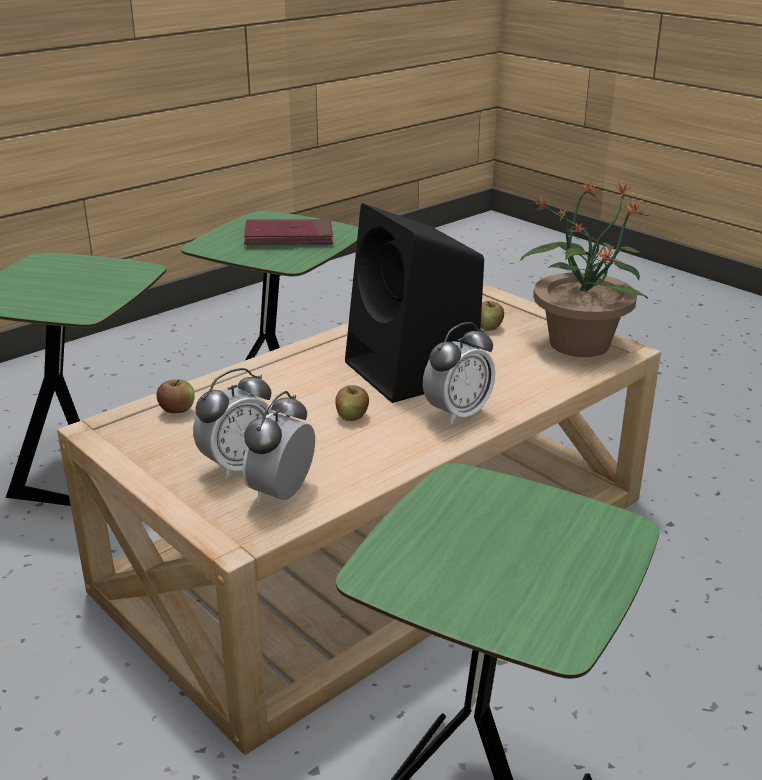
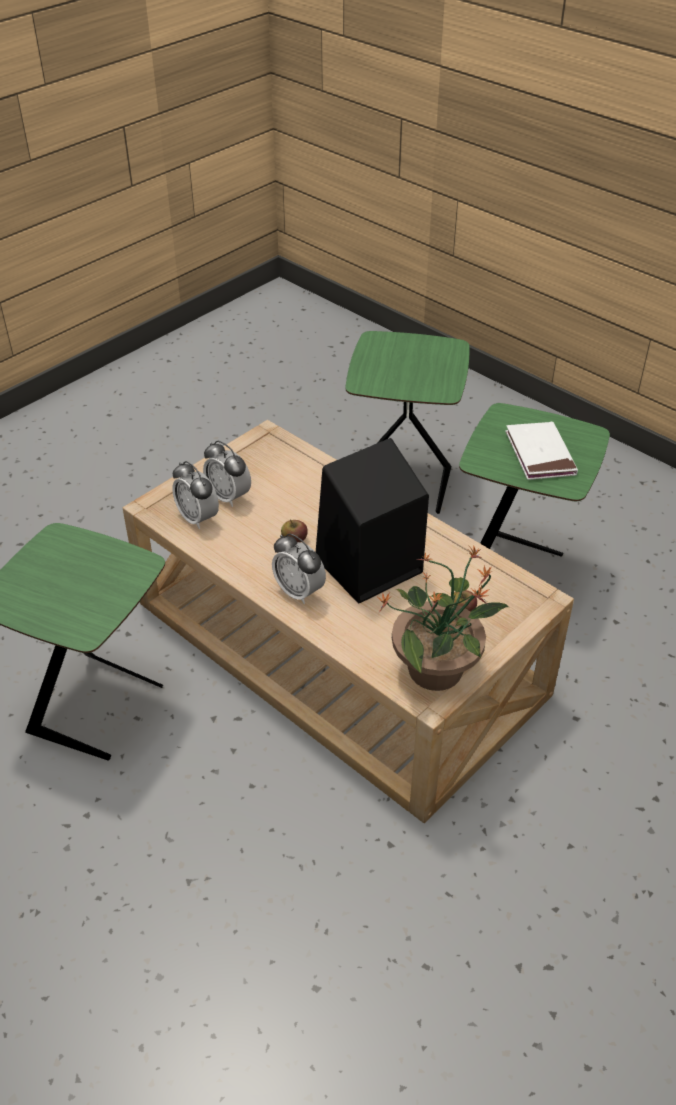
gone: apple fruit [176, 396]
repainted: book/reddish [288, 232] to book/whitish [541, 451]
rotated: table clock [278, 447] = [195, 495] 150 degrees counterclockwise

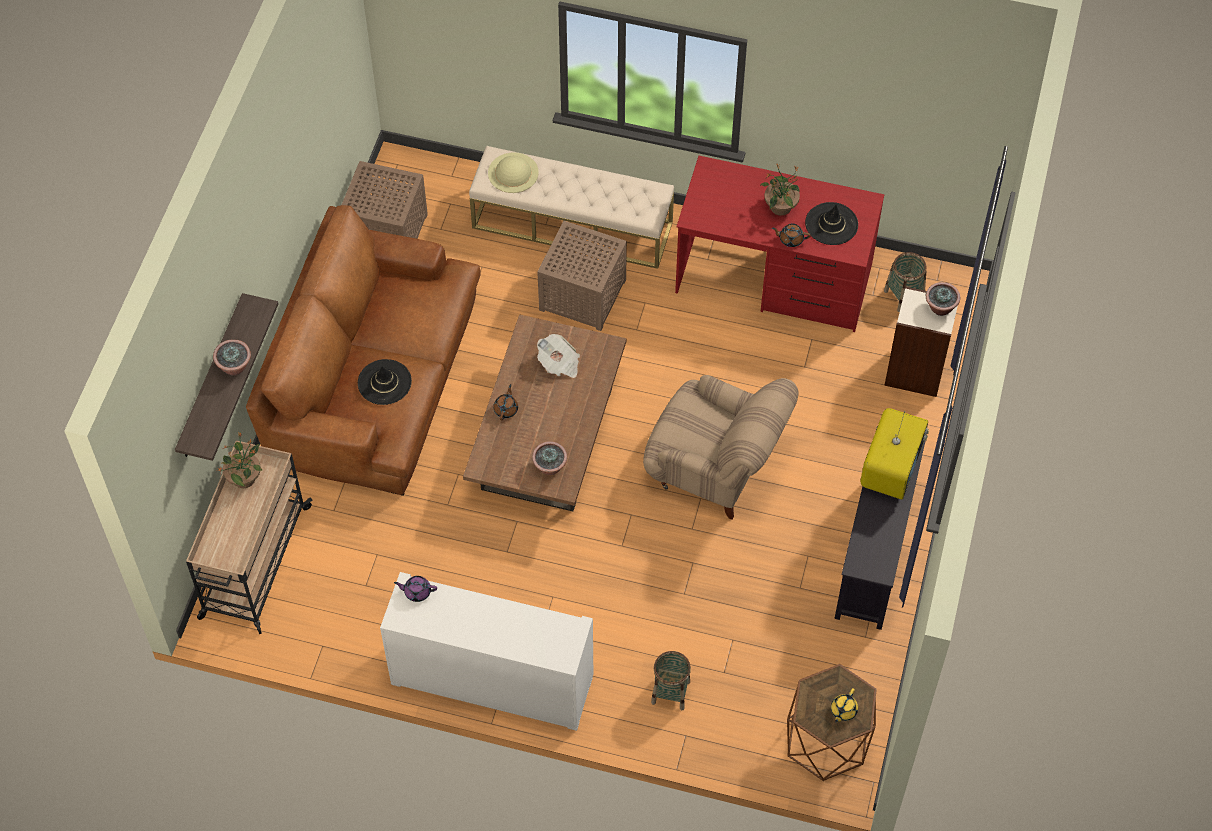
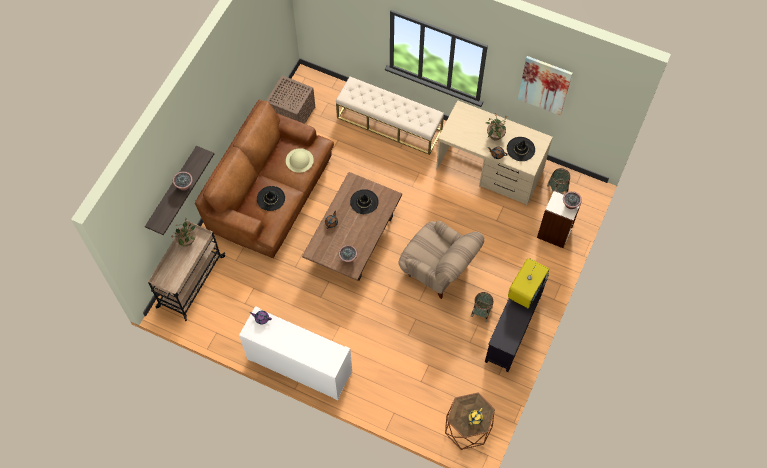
gone: end table/brown [582, 276]
new: wall picture [545, 85]
shifted: hat/beige-coloured [513, 172] to [300, 160]; household basket [671, 680] to [482, 307]
swapped: newspaper [558, 356] to hat/black [364, 201]
repainted: desk unit/reddish [779, 244] to desk unit/beige-coloured [494, 153]

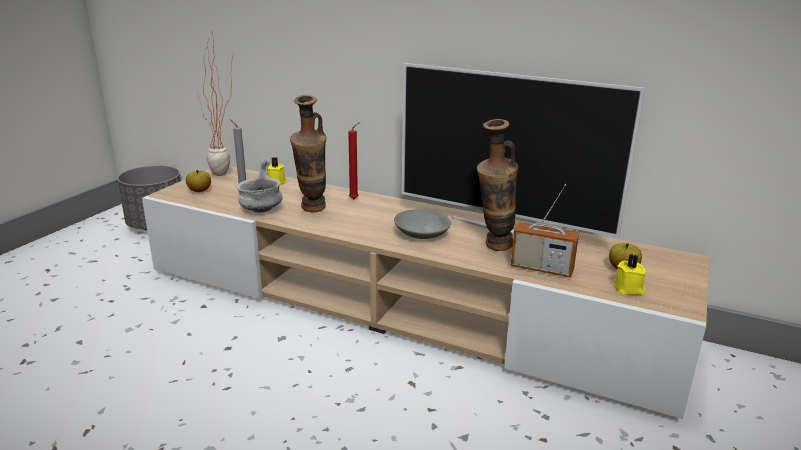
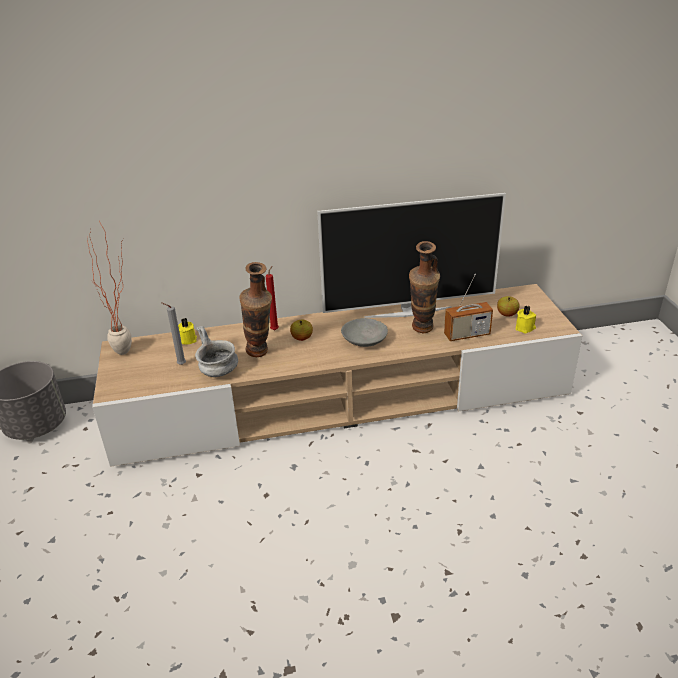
shifted: apple fruit [198, 181] to [301, 330]

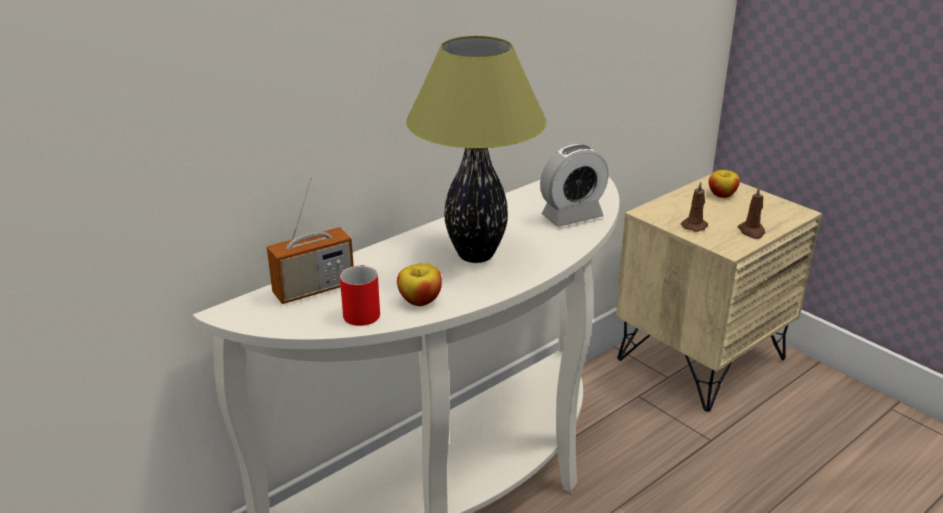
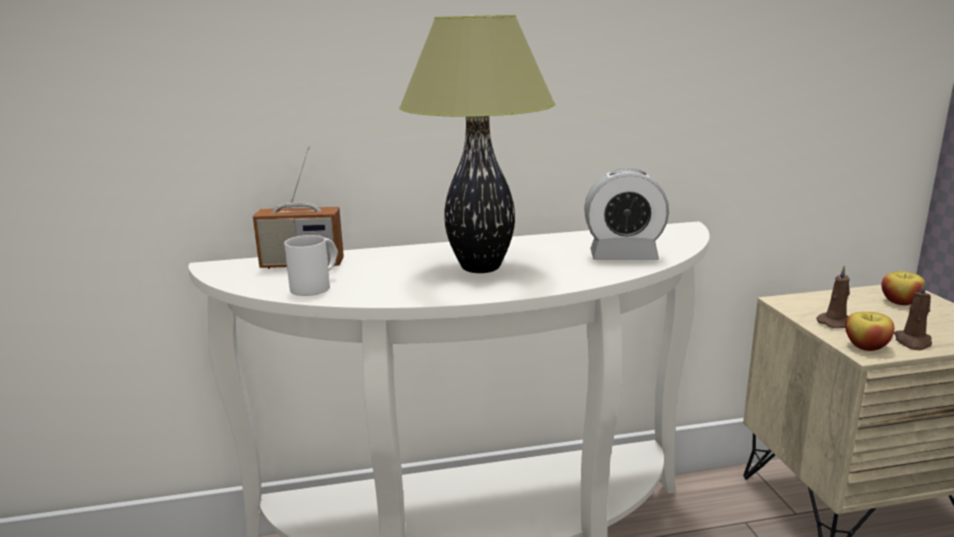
shifted: apple fruit [419, 284] to [869, 331]
repainted: tea mug/reddish [360, 295] to tea mug/whitish [311, 265]

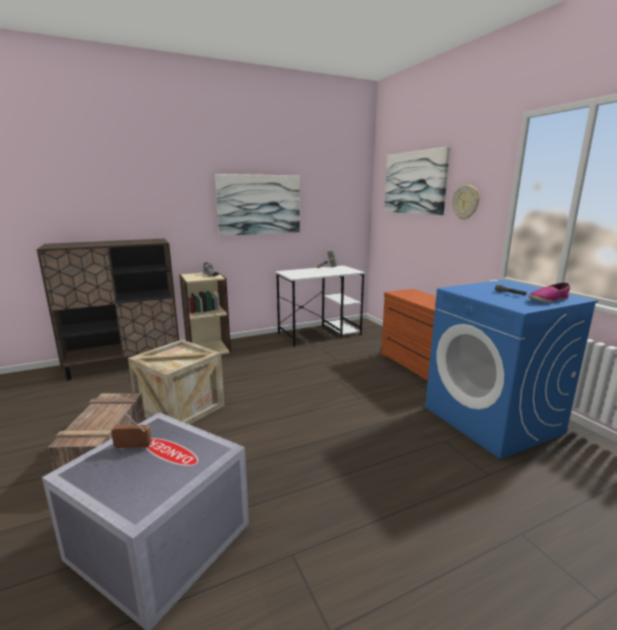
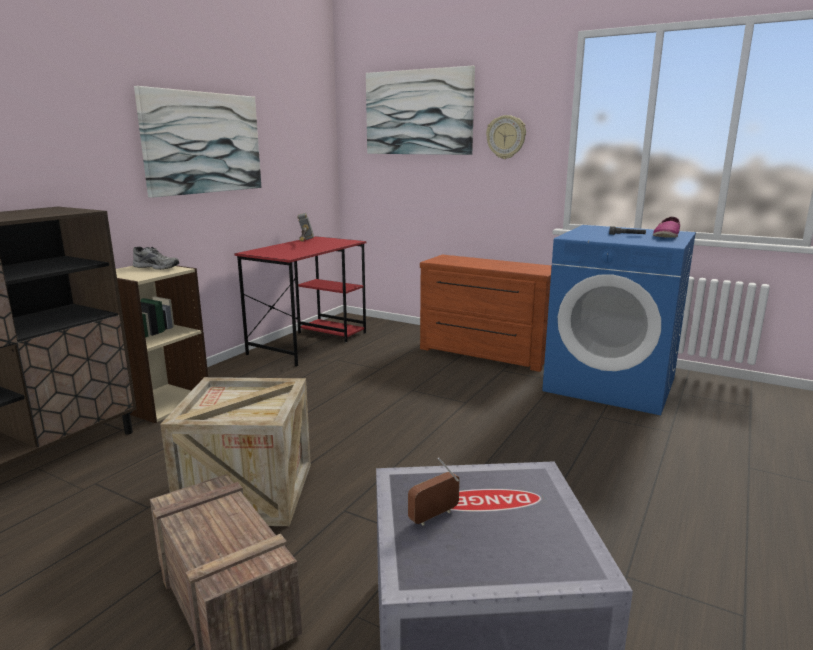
repainted: desk unit/whitish [320, 306] to desk unit/reddish [300, 301]

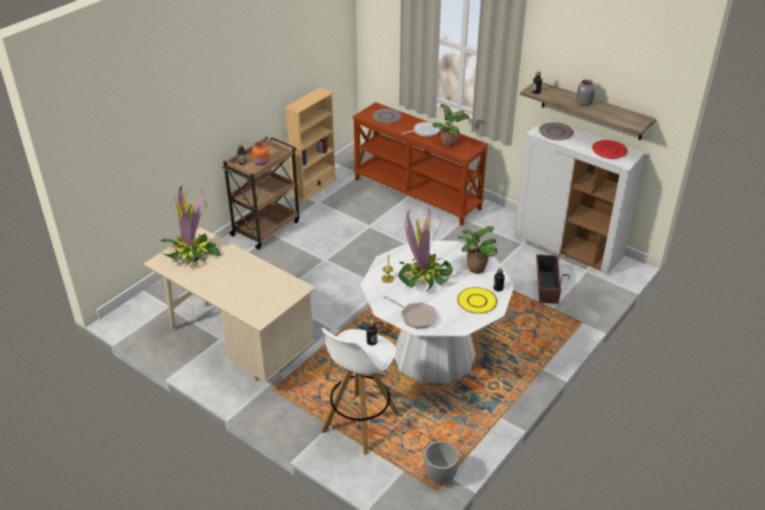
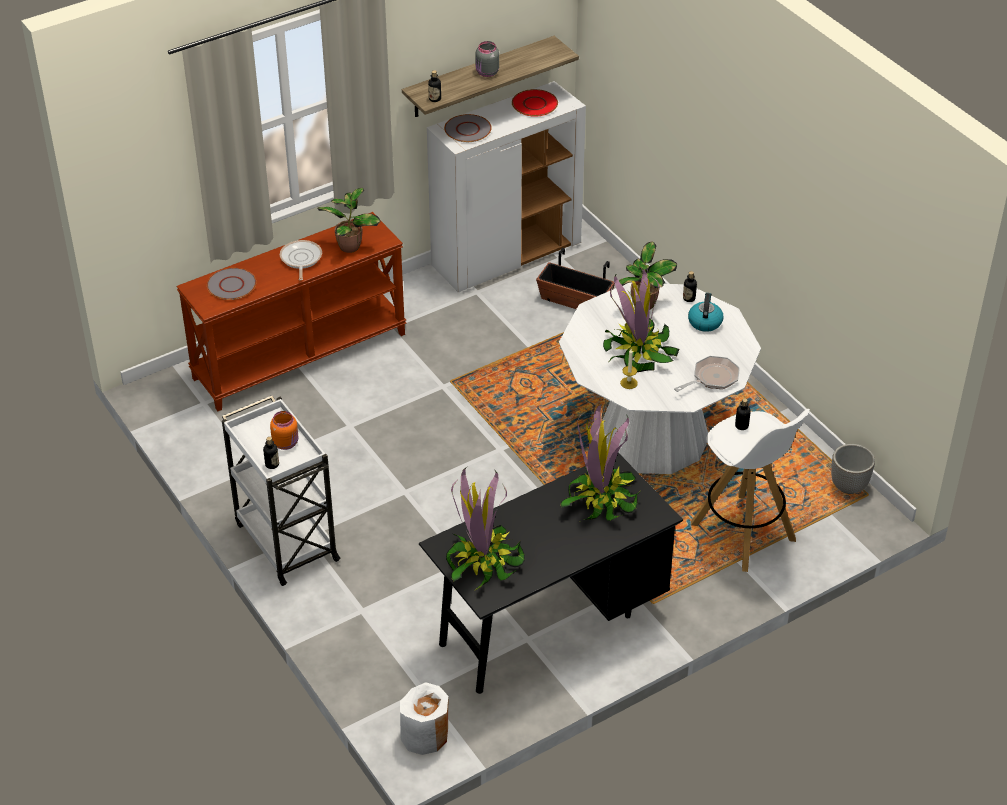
gone: bookshelf/beige-coloured [311, 144]
new: vase/whitish [424, 718]; potted plant [600, 463]
swapped: plate/yellowish [477, 300] to tea kettle [706, 312]
repainted: desk unit/beige-coloured [230, 304] to desk unit/black [551, 573]; trolley/brown [260, 193] to trolley/whitish [281, 490]

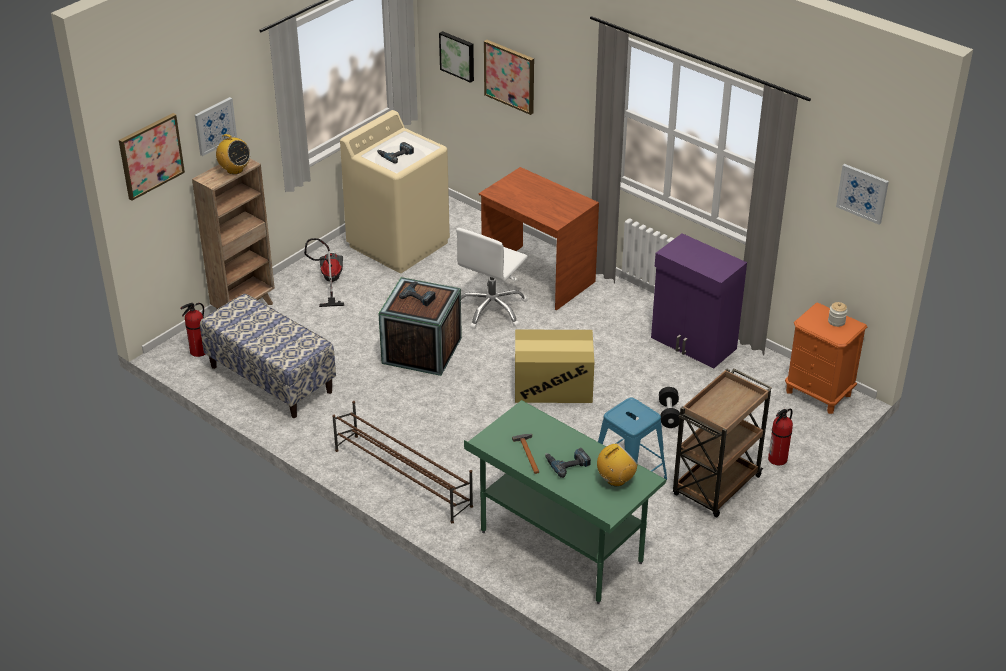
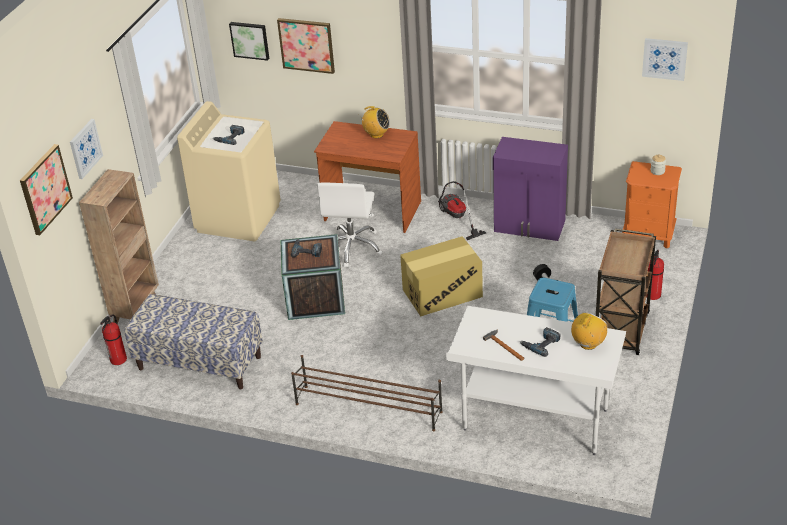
shifted: radio [232, 154] to [374, 122]; hoover [324, 272] to [462, 210]
repainted: desk unit/green [565, 502] to desk unit/whitish [536, 380]

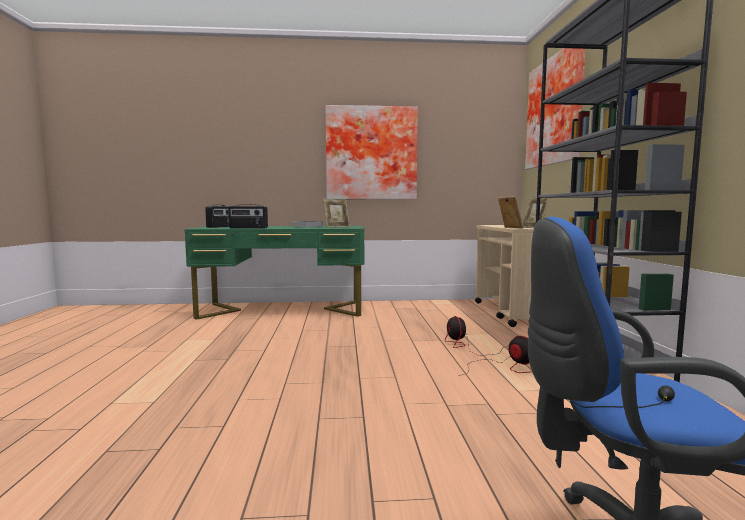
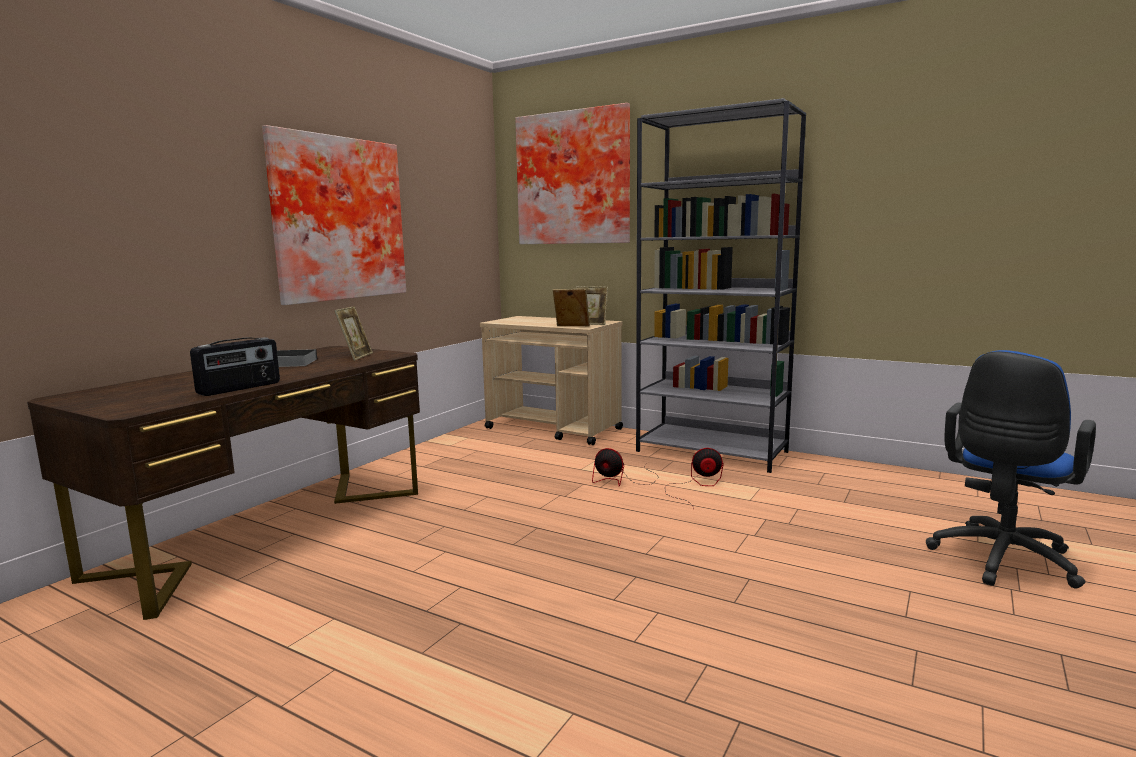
gone: radio [217, 216]
repainted: desk unit/green [274, 273] to desk unit/brown [223, 483]

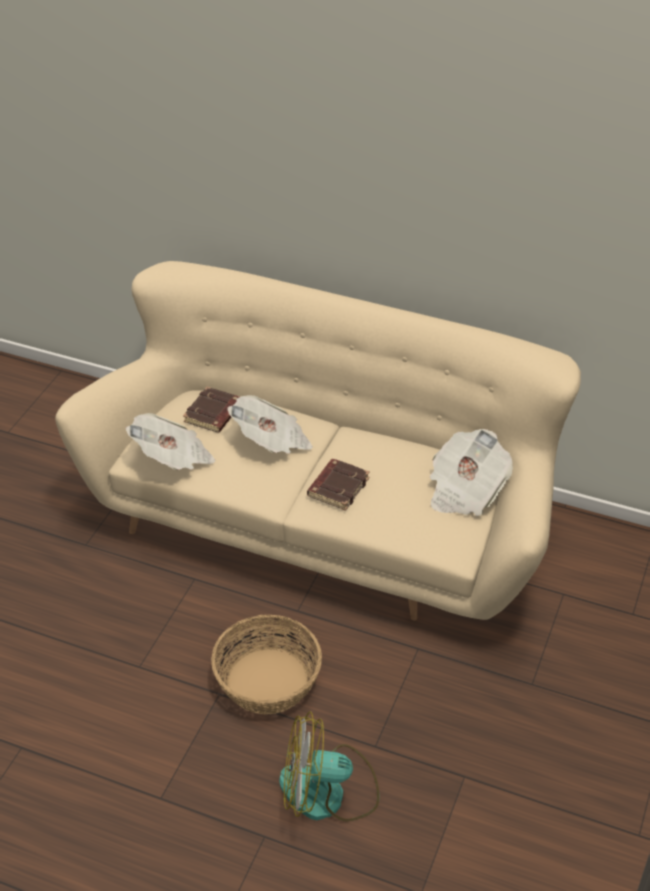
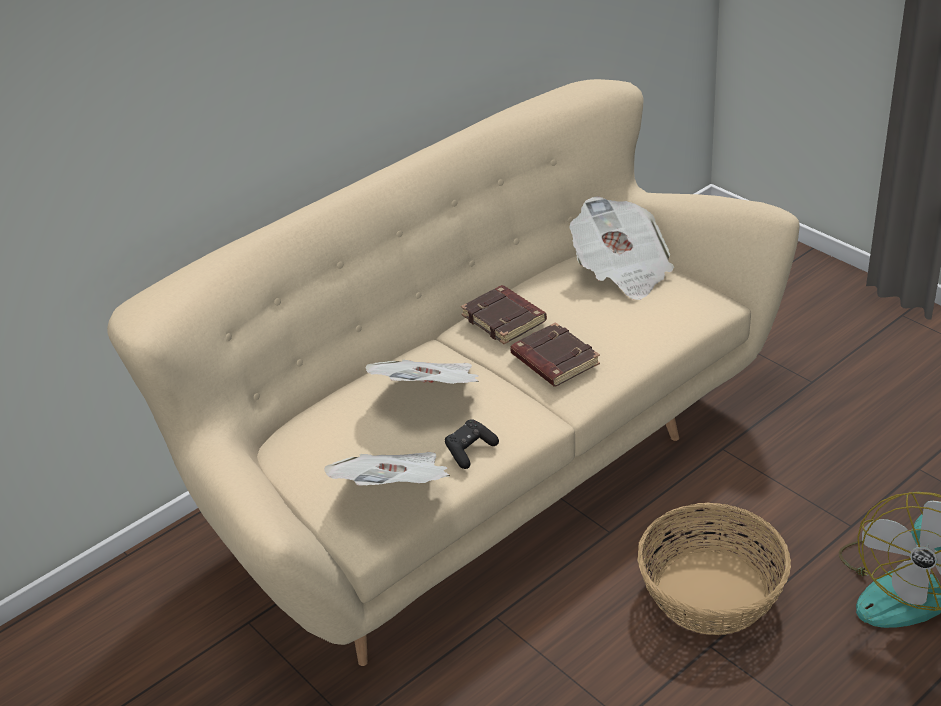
new: gamepad/black [472, 444]
shifted: book/brown [211, 410] to [504, 314]

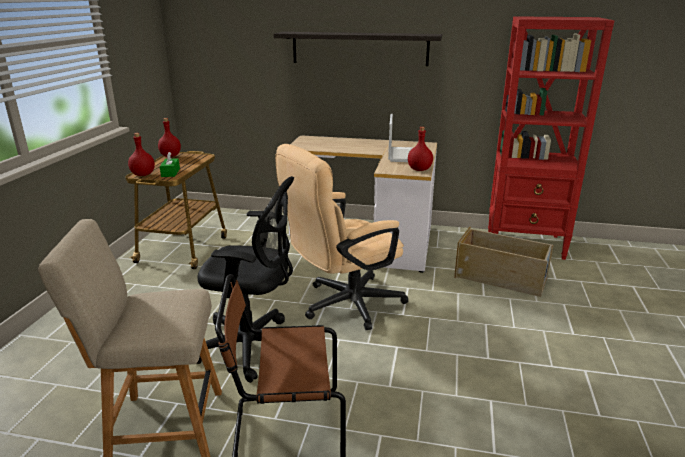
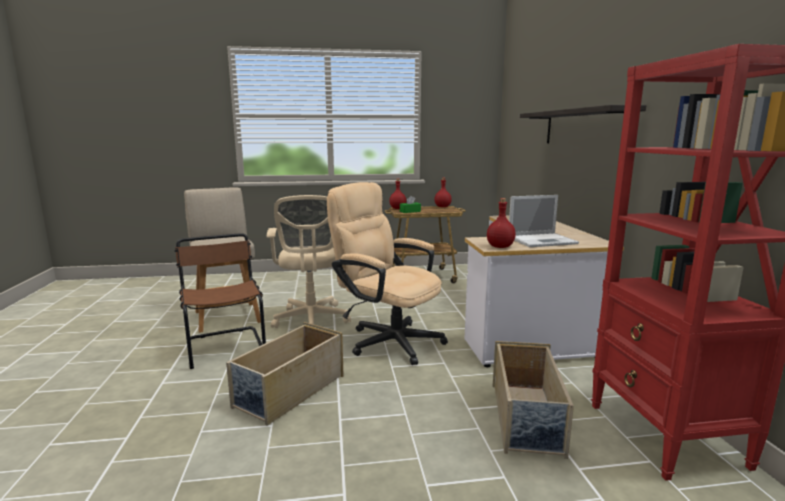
new: storage container/beige-coloured [285, 374]
repainted: computer chair/black [245, 279] to computer chair/beige-coloured [309, 261]

